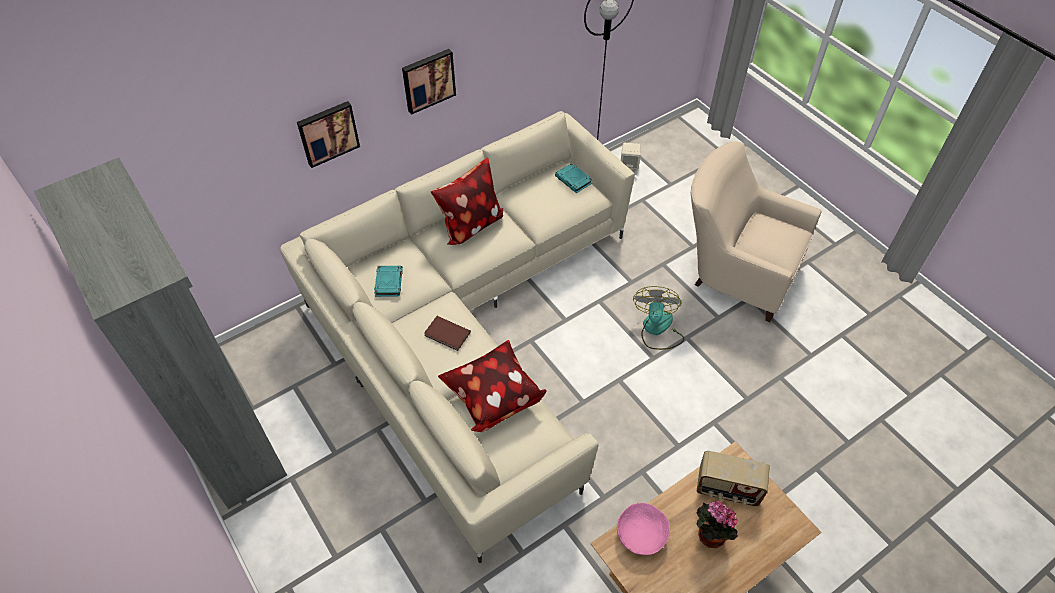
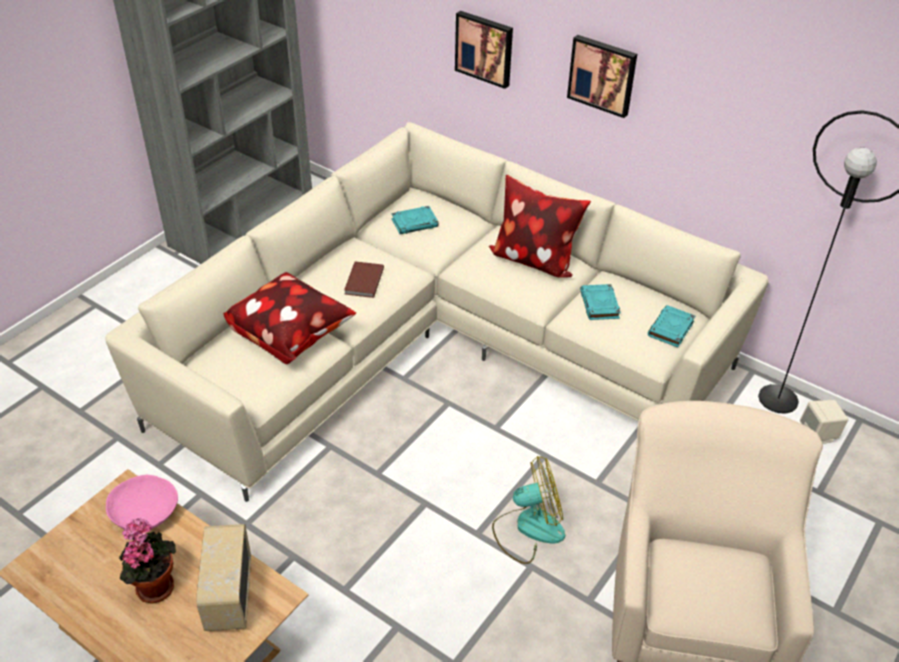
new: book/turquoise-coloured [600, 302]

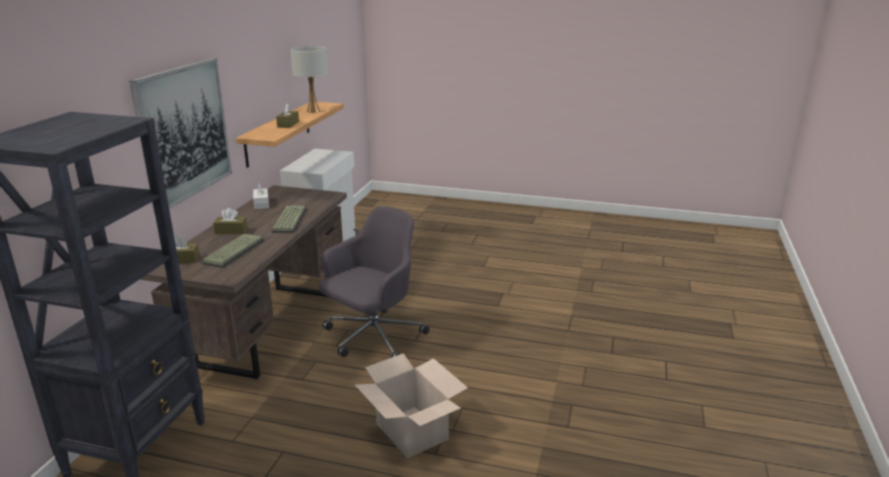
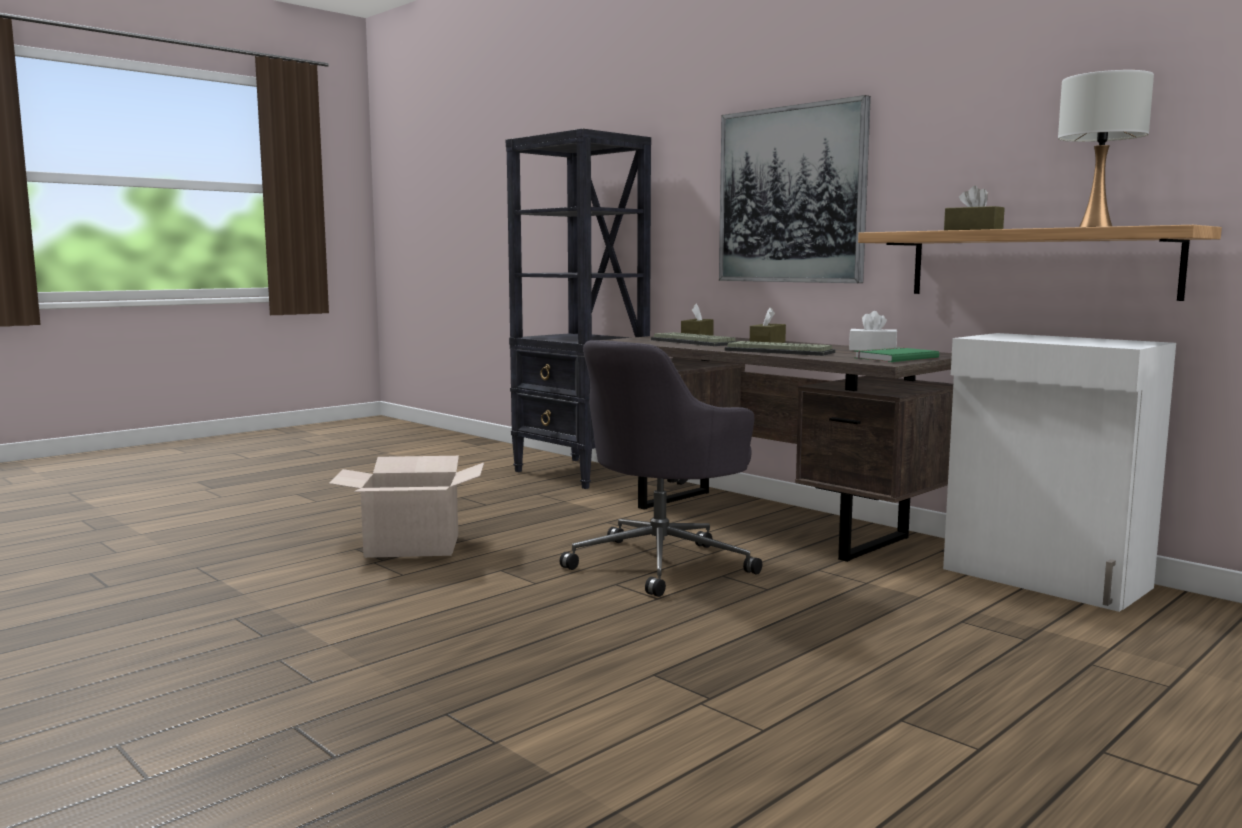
new: book/green [896, 354]
rotated: computer chair/grey [374, 282] = [661, 468] 60 degrees clockwise

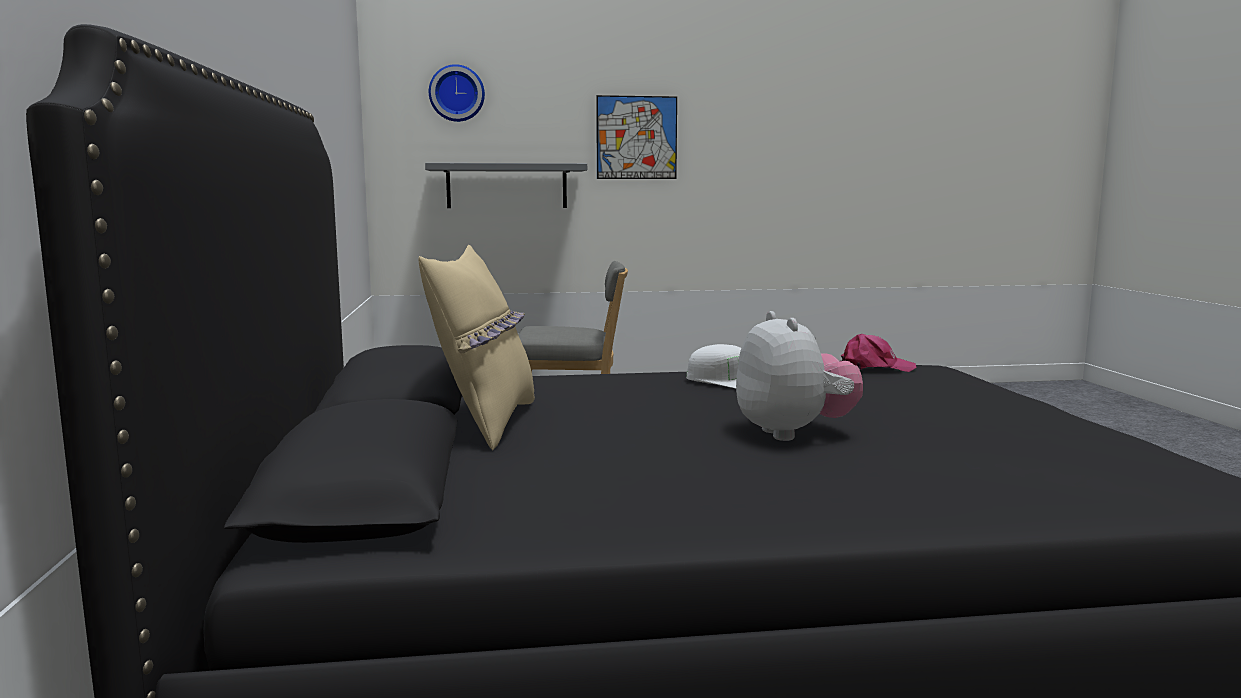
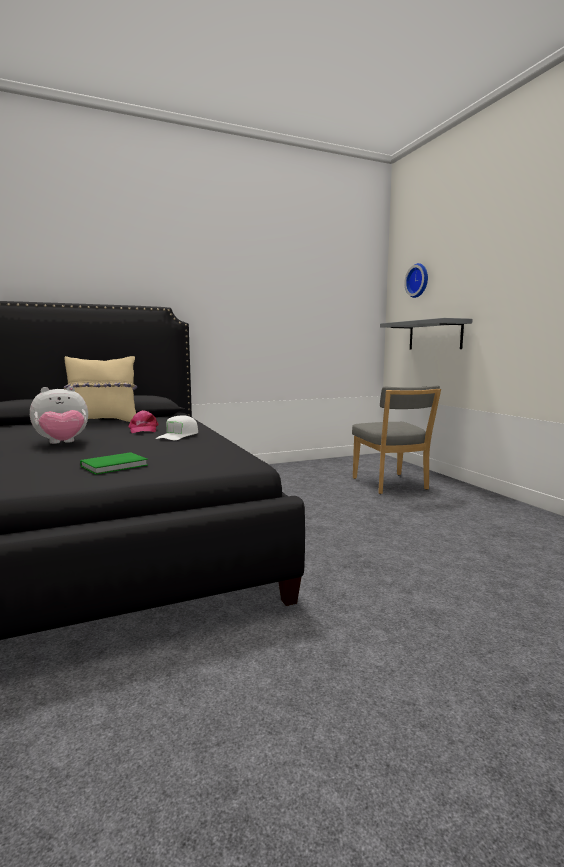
gone: wall picture [636, 137]
new: book/green [114, 463]
shifted: baseball cap/pink [879, 353] to [143, 421]

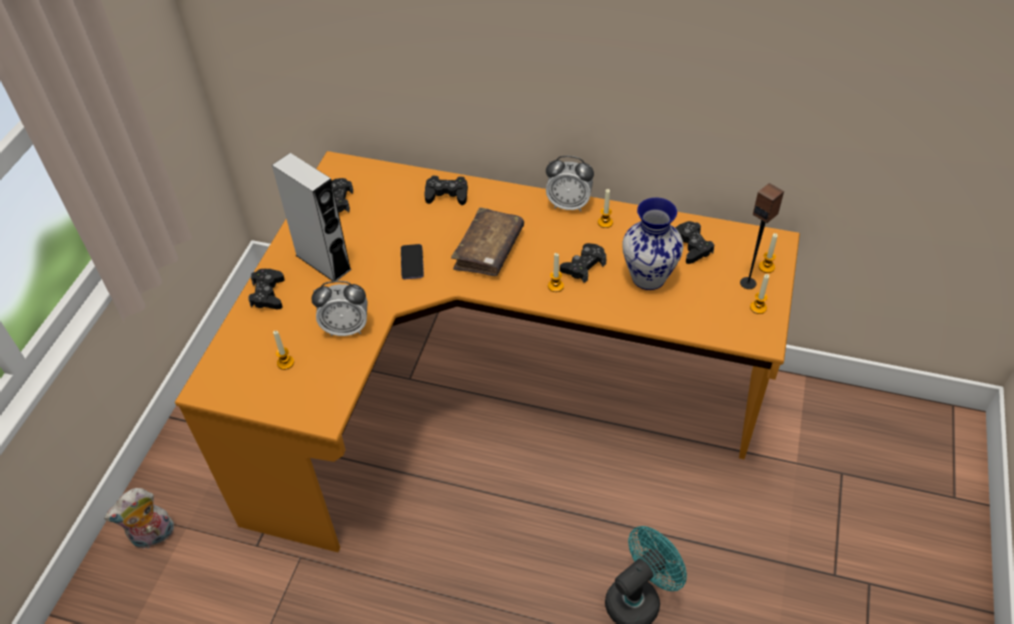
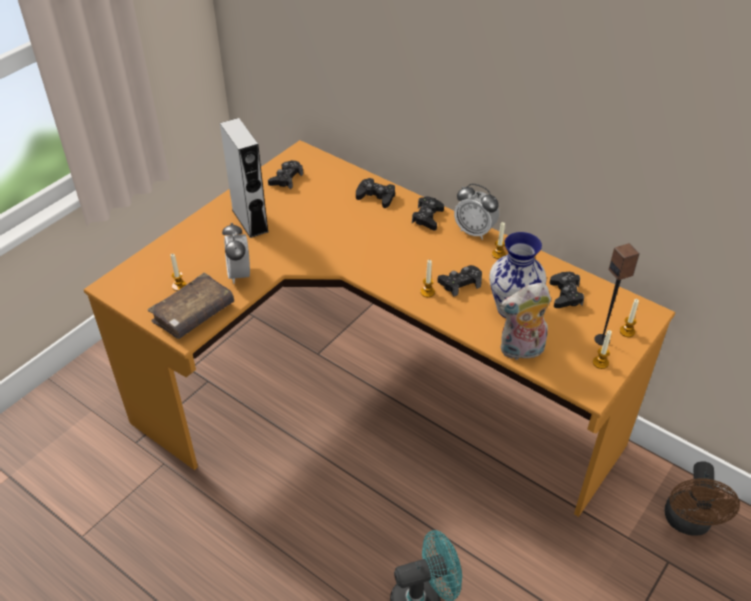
gone: handset [412, 261]
new: cooling fan/brown [702, 498]
shifted: plush toy [139, 518] to [525, 321]; gamepad/black [266, 289] to [428, 214]; book/brown [487, 241] to [190, 306]
rotated: table clock [339, 308] = [236, 253] 60 degrees clockwise

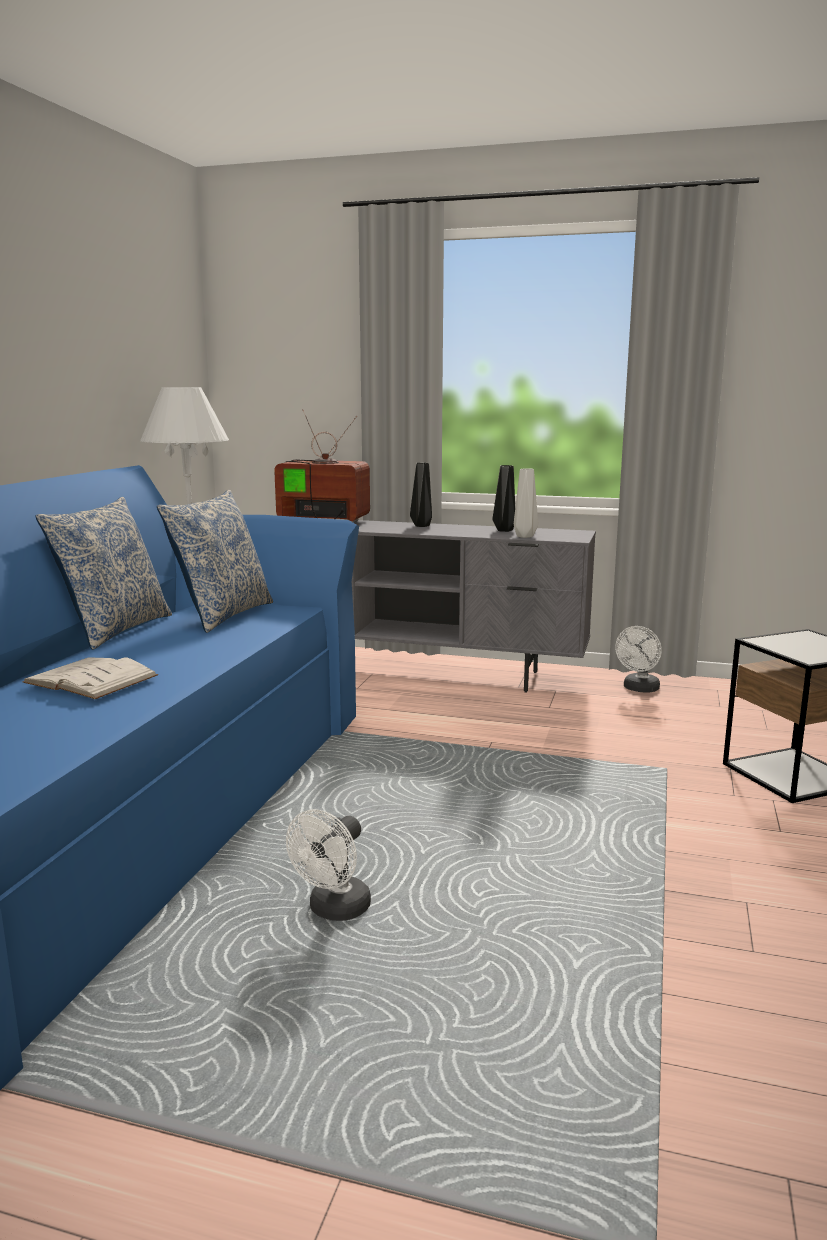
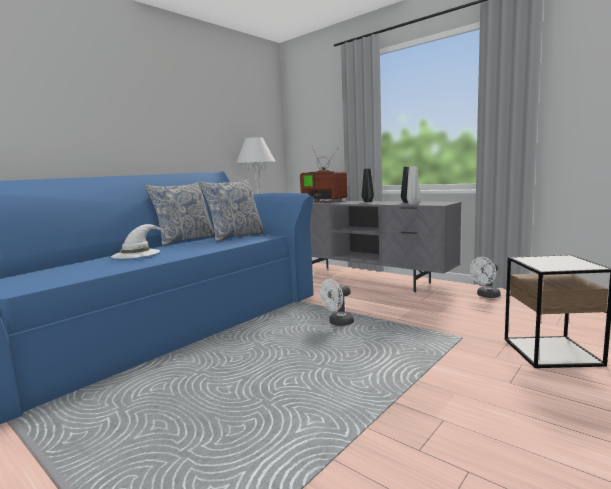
shifted: cooling fan/whitish [328, 865] to [337, 302]
swapped: book/whitish [90, 678] to hat/whitish [139, 241]

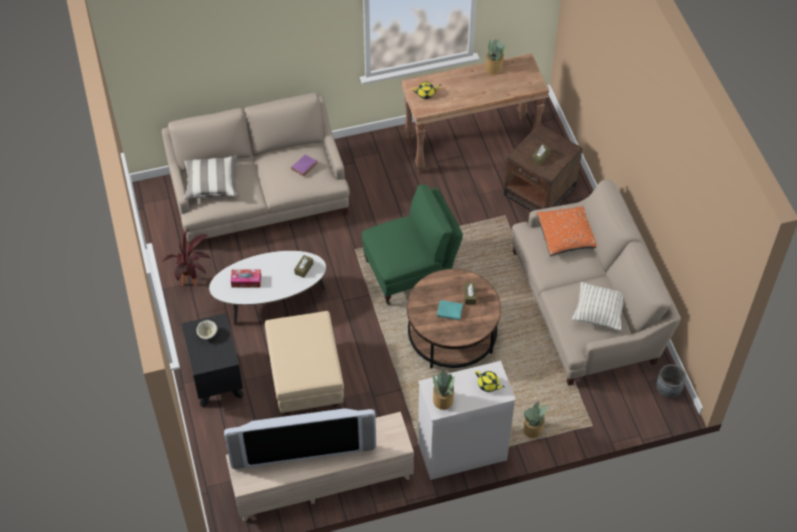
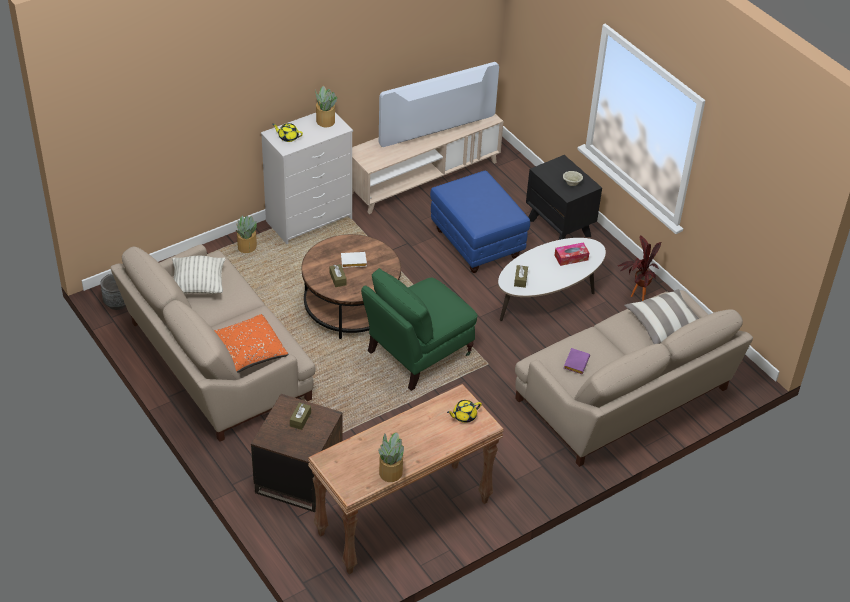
repainted: footrest/beige-coloured [304, 362] to footrest/blue [480, 222]; book/turquoise-coloured [450, 310] to book/whitish [354, 260]

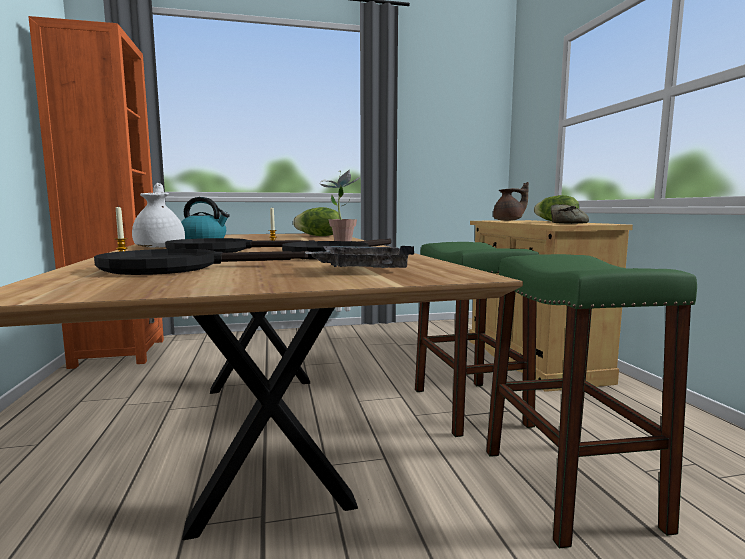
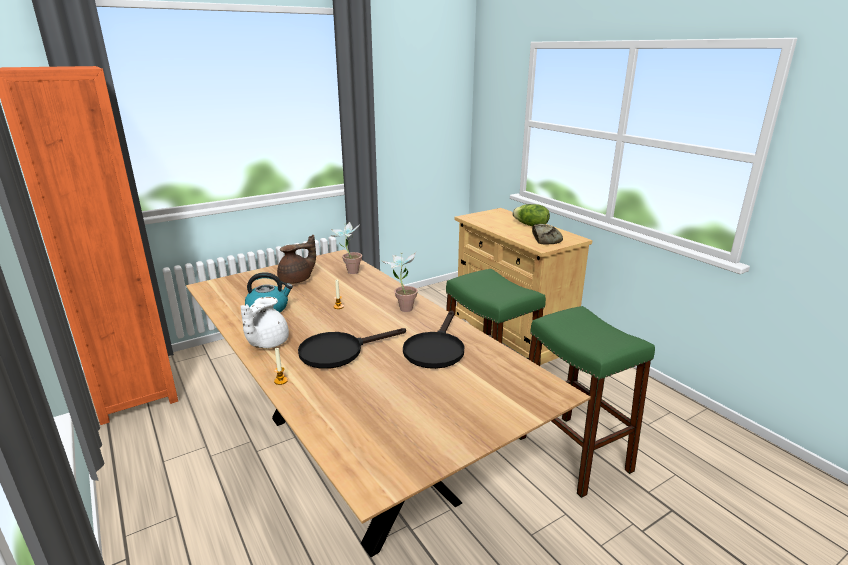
gone: frying pan/black [201, 262]; carrying tray/grey [359, 257]
shifted: teapot/brown [511, 201] to [296, 259]
swapped: head of lettuce [316, 221] to potted plant [346, 248]
rotated: teapot/whitish [158, 215] = [264, 322] 120 degrees counterclockwise

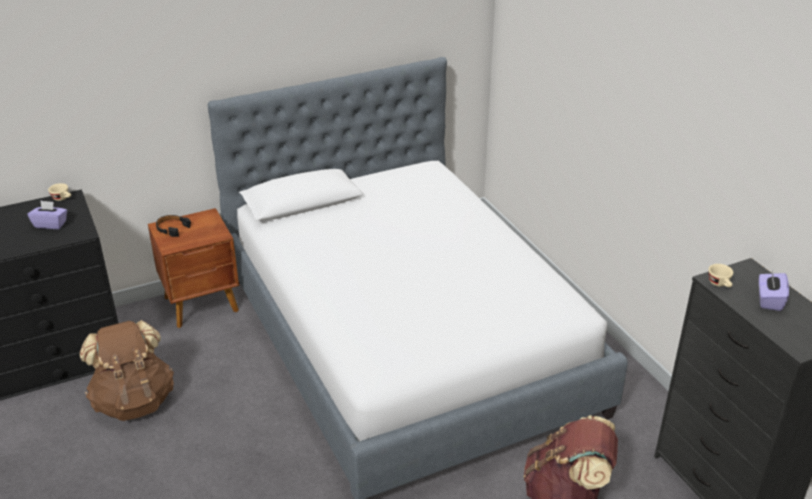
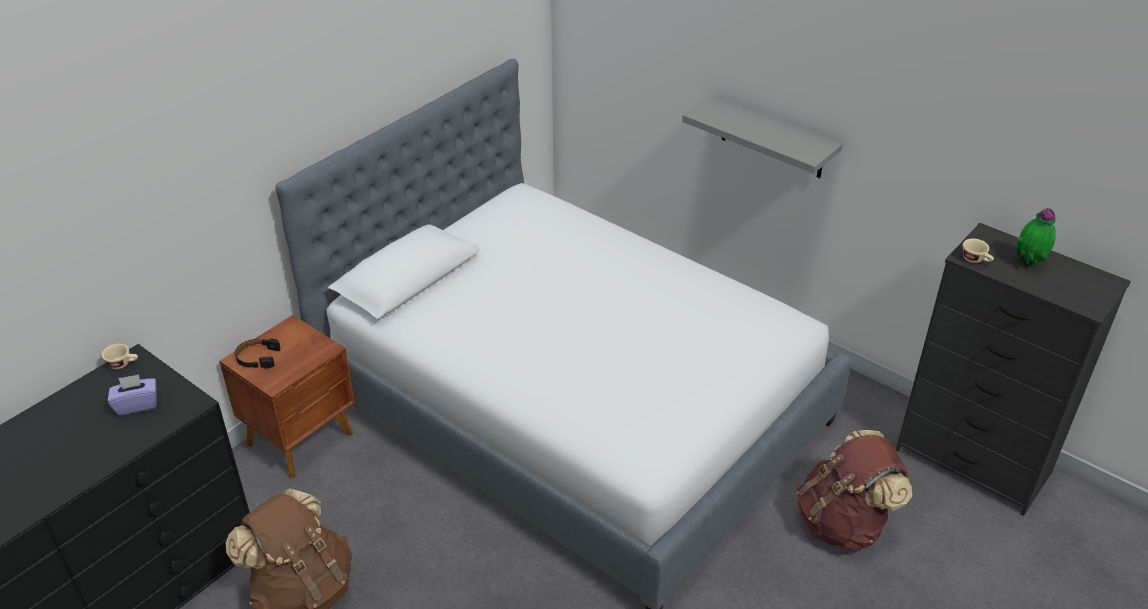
new: bracket shelf/grey [762, 136]
swapped: tissue box/purple-coloured [774, 290] to potted plant [1035, 236]

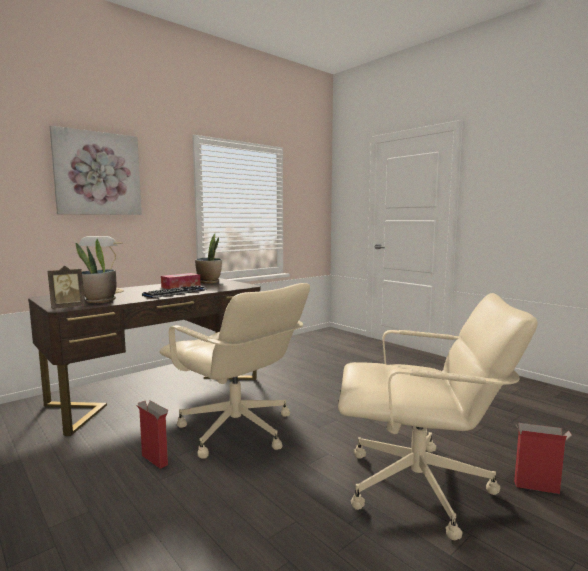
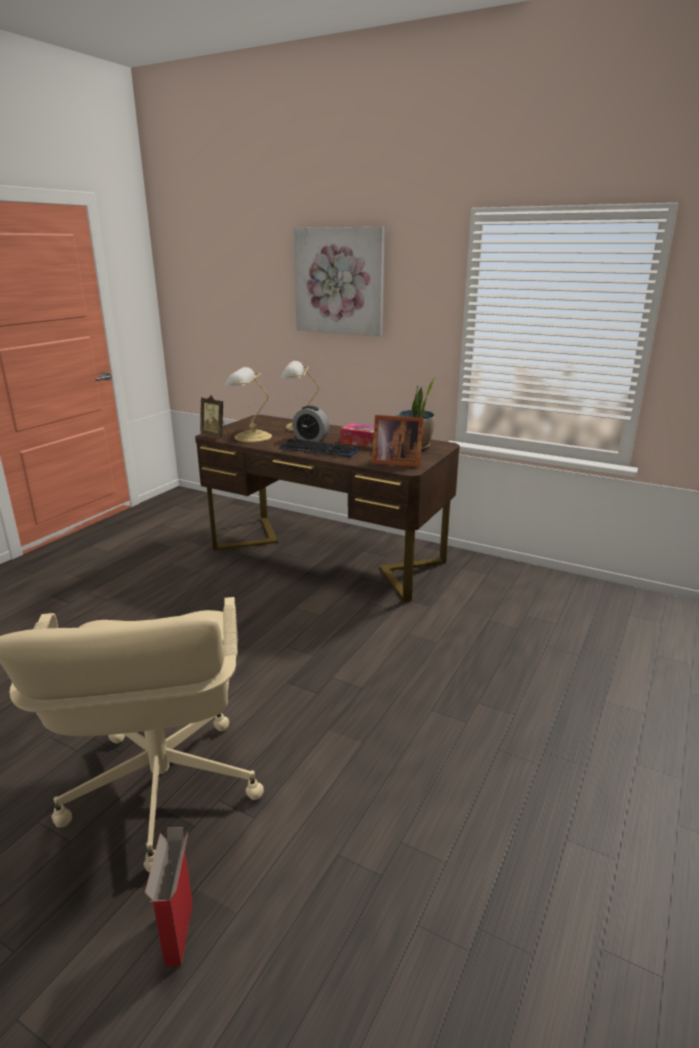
gone: carton [152, 435]; computer chair/beige-coloured [234, 370]
new: table clock [310, 424]; picture frame [398, 441]
swapped: potted plant [96, 271] to table lamp [248, 404]

